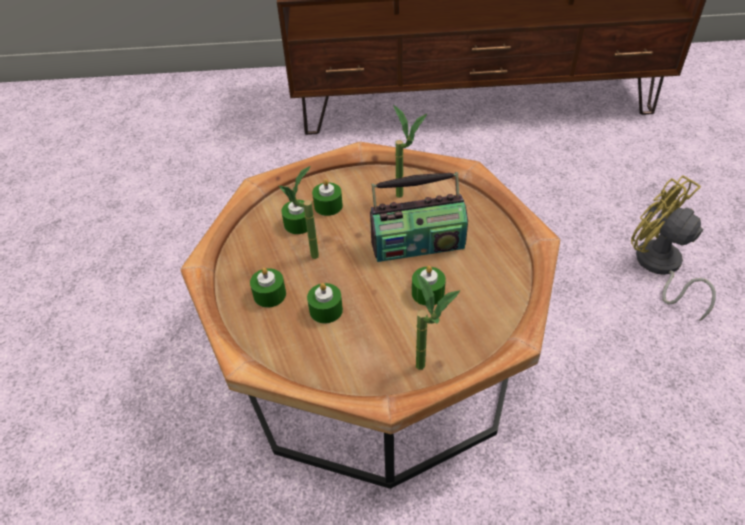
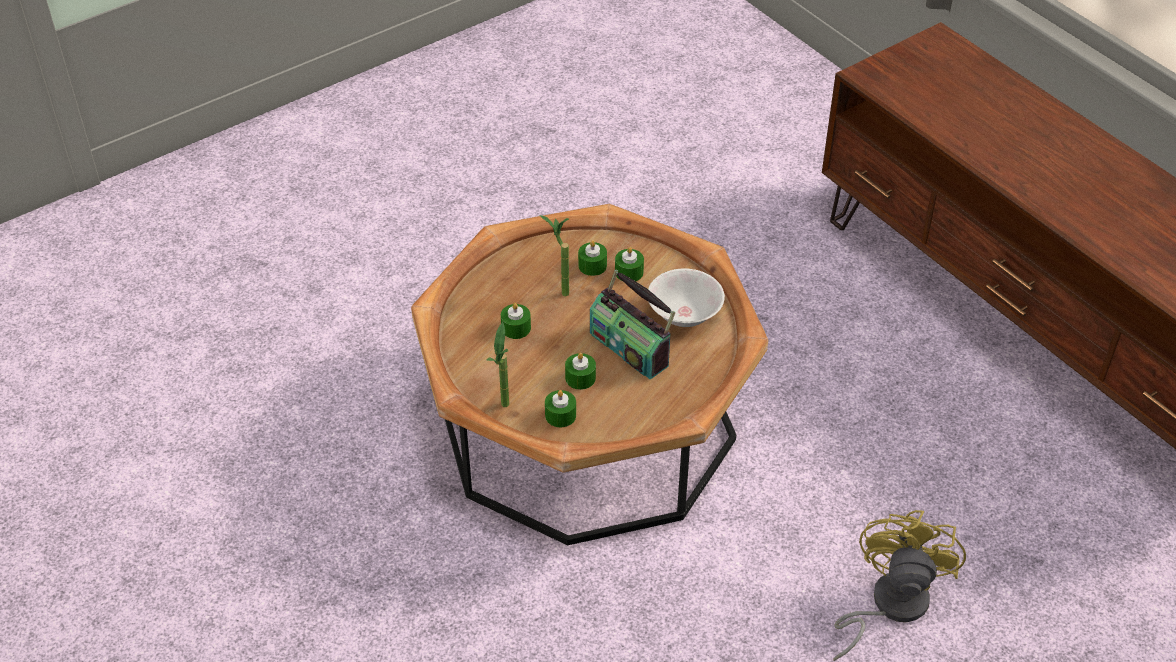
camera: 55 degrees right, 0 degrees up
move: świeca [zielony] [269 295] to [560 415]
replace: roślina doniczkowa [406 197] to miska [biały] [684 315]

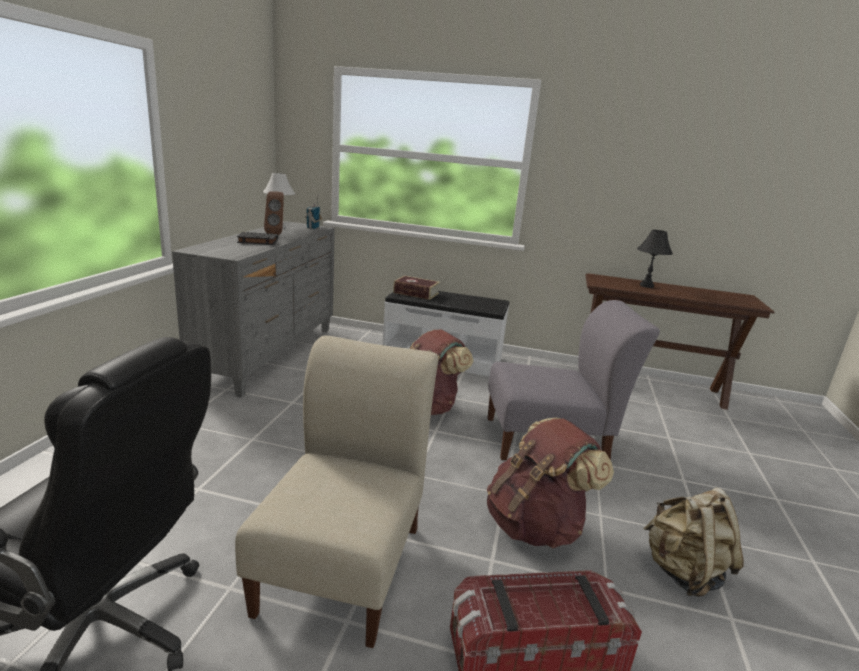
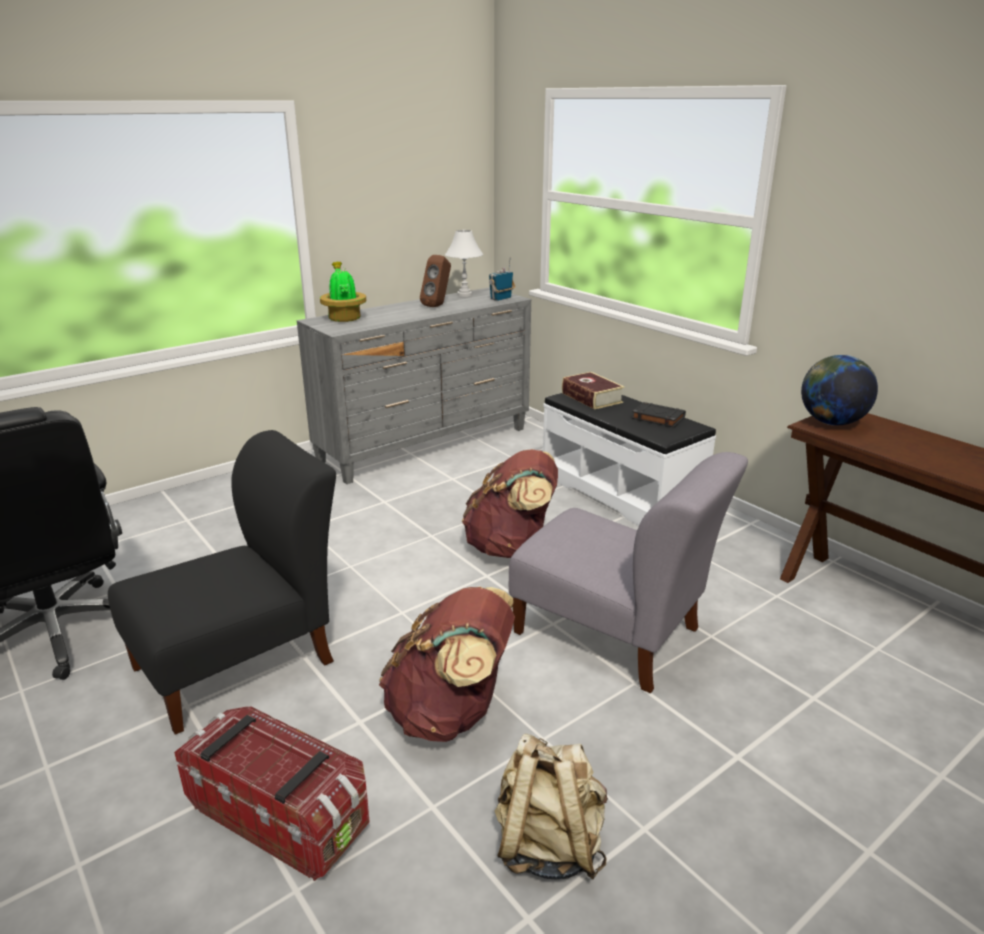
camera: 40 degrees right, 5 degrees up
delete: lampa stołowa [czarny] [646 286]
insert: roślina doniczkowa [344 318]; globus [831 423]
move: książka [czarny] [257 241] to [657 418]
recolor: krzesło [beżowy] [345 562] to krzesło [czarny] [242 661]

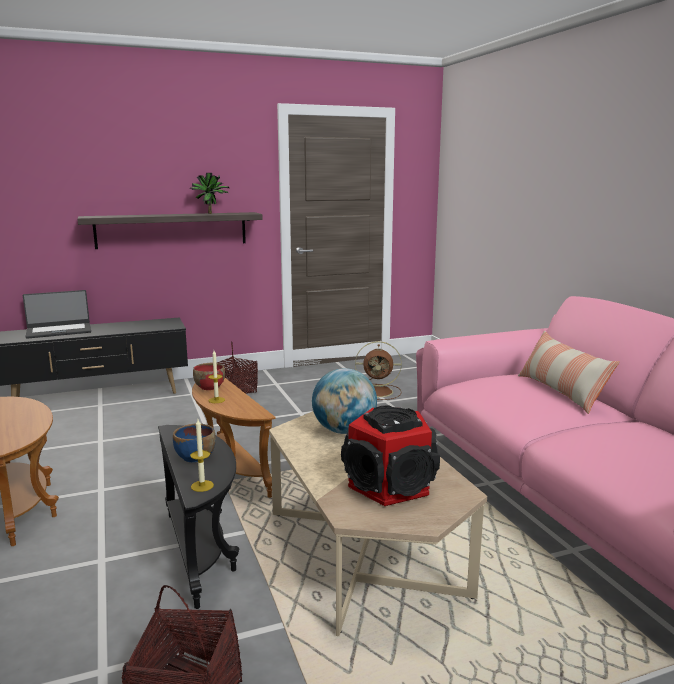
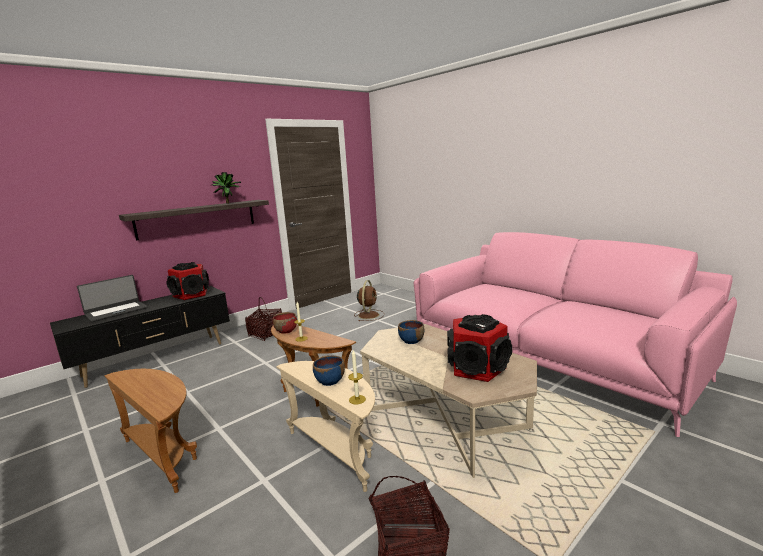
camera: 20 degrees left, 0 degrees up
delete: poduszka [561 392]
insert: głośnik [192 295]
replace: globus [344 431] to miska [niebieski] [411 341]
recolor: stolik [czarny] [202 552] to stolik [beżowy] [336 451]
rotate: wentylator [brązowy] [379 392] = [369 315] 60 degrees counterclockwise

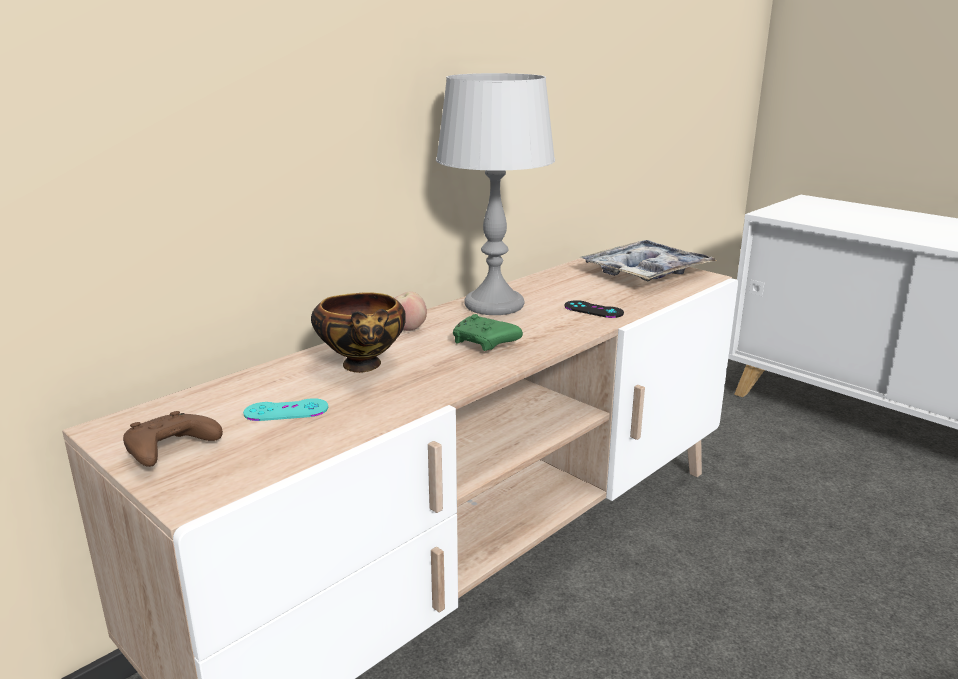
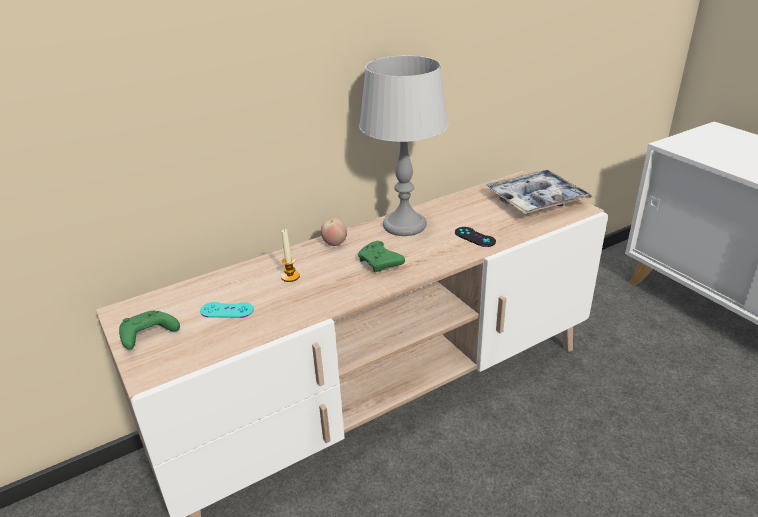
camera: 15 degrees right, 10 degrees up
replace: miska [363 366] to świeca [290 276]
recolor: pad do gier [brązowy] [169 452] to pad do gier [zielony] [147 336]

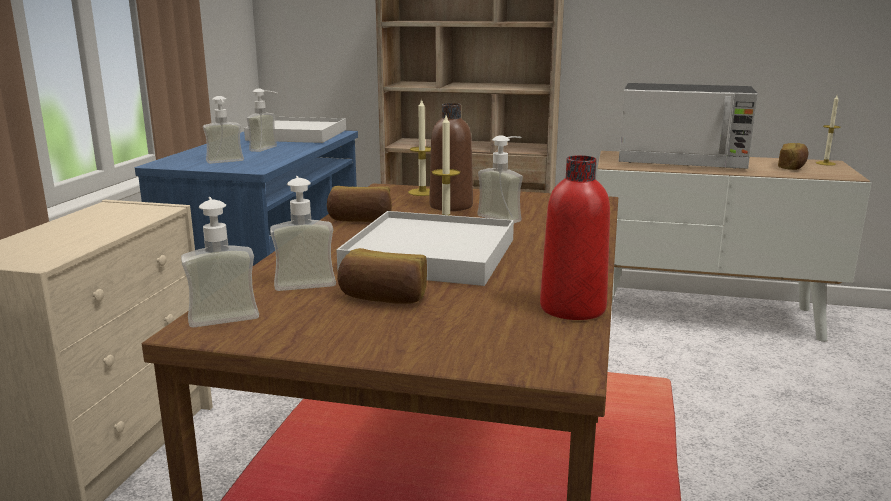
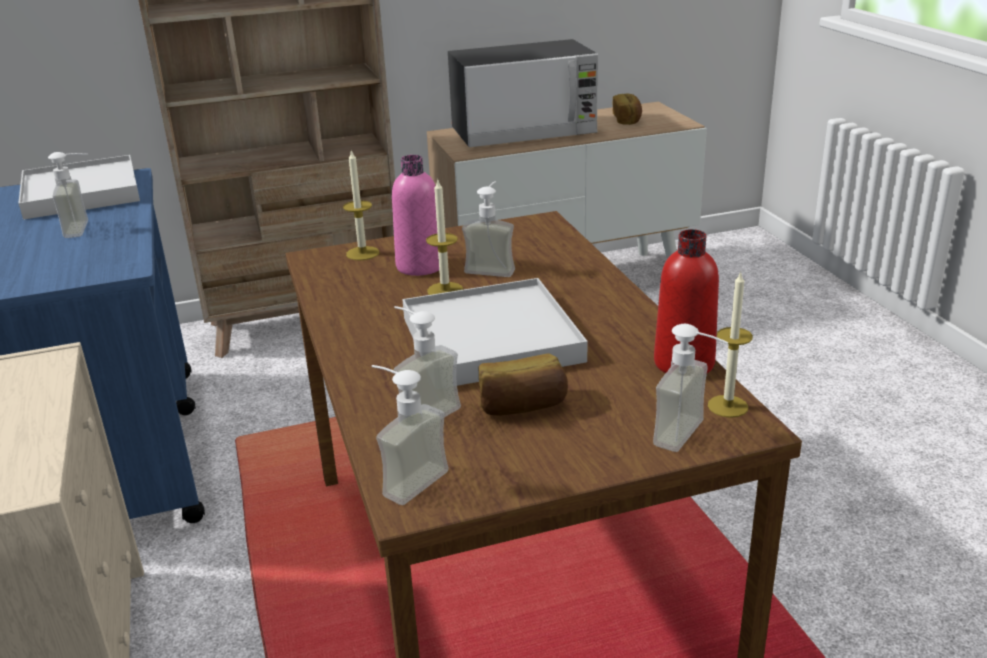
camera: 30 degrees left, 10 degrees up
delete: chleb [360 219]
move: dozownik mydła [226 162] to [691 437]; świeca [825 163] to [727 406]
recolor: butelka [brązowy] [451 206] to butelka [różowy] [420 266]

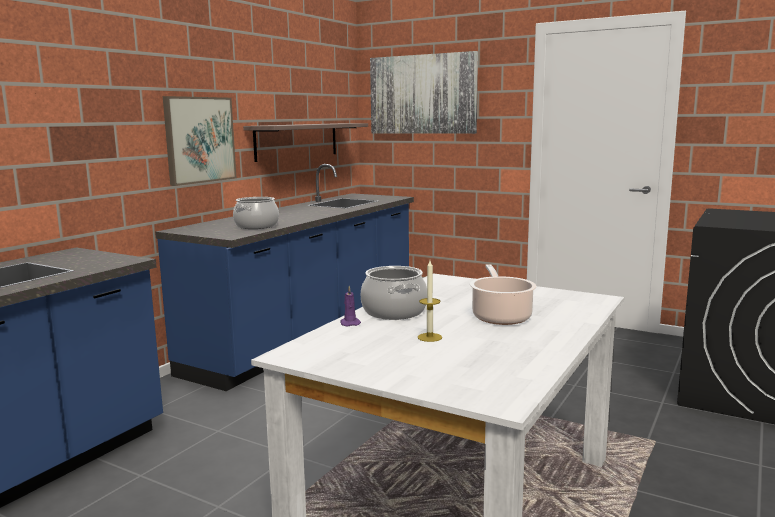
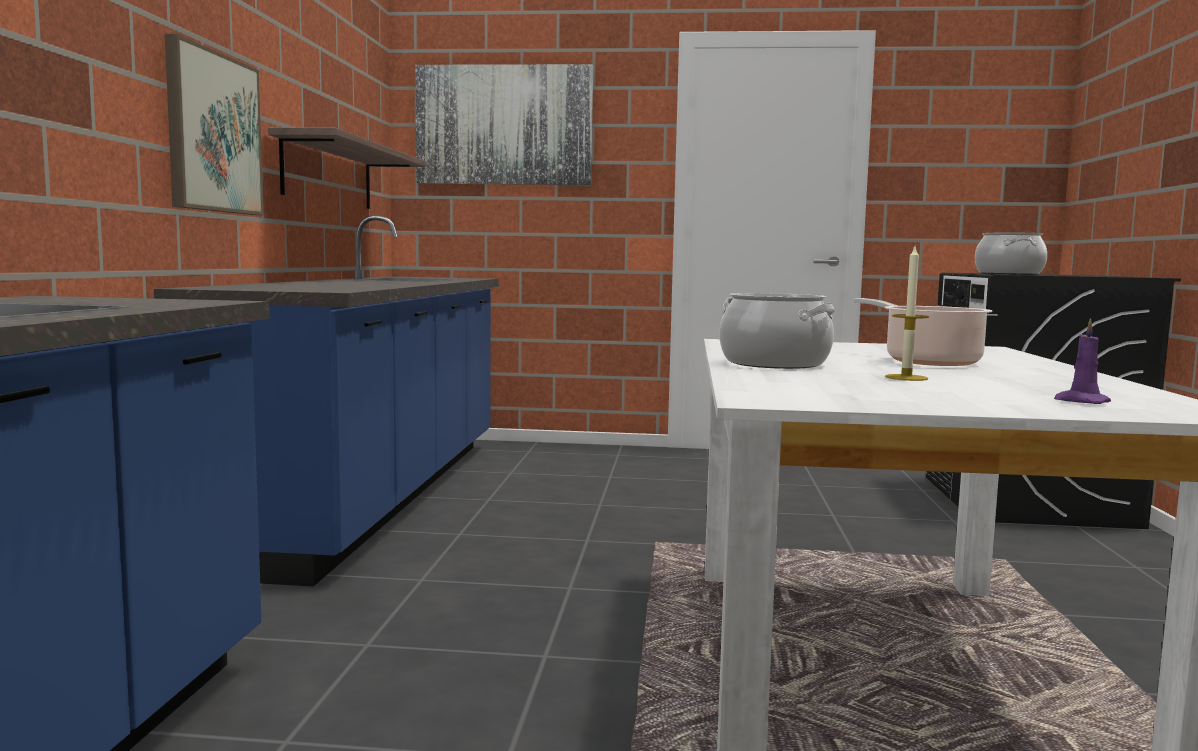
camera: 25 degrees left, 5 degrees down
move: garnek [257 226] to [1009 274]; świeca [fioletowy] [350 323] to [1080 401]

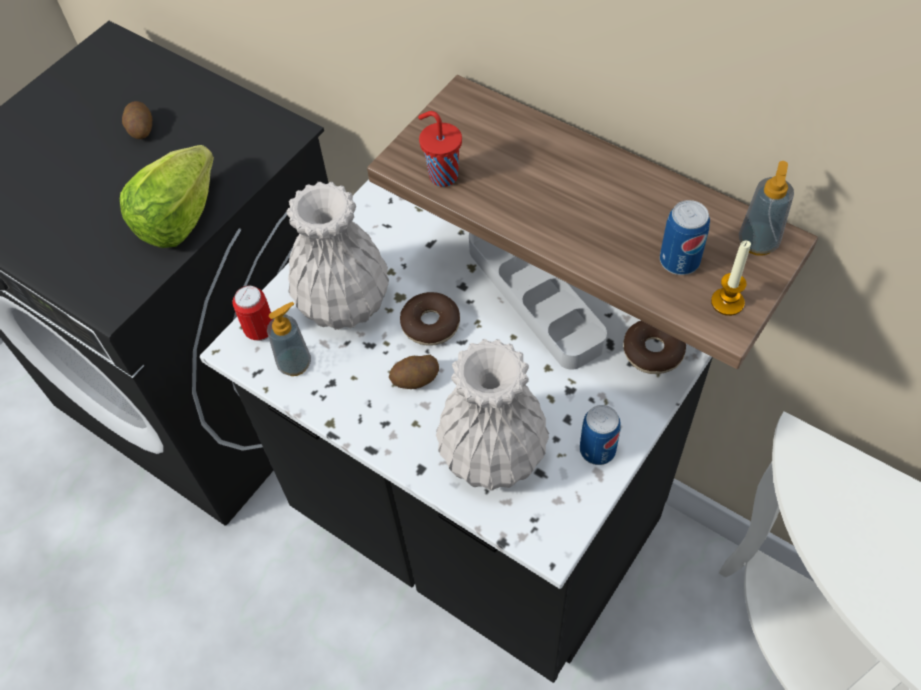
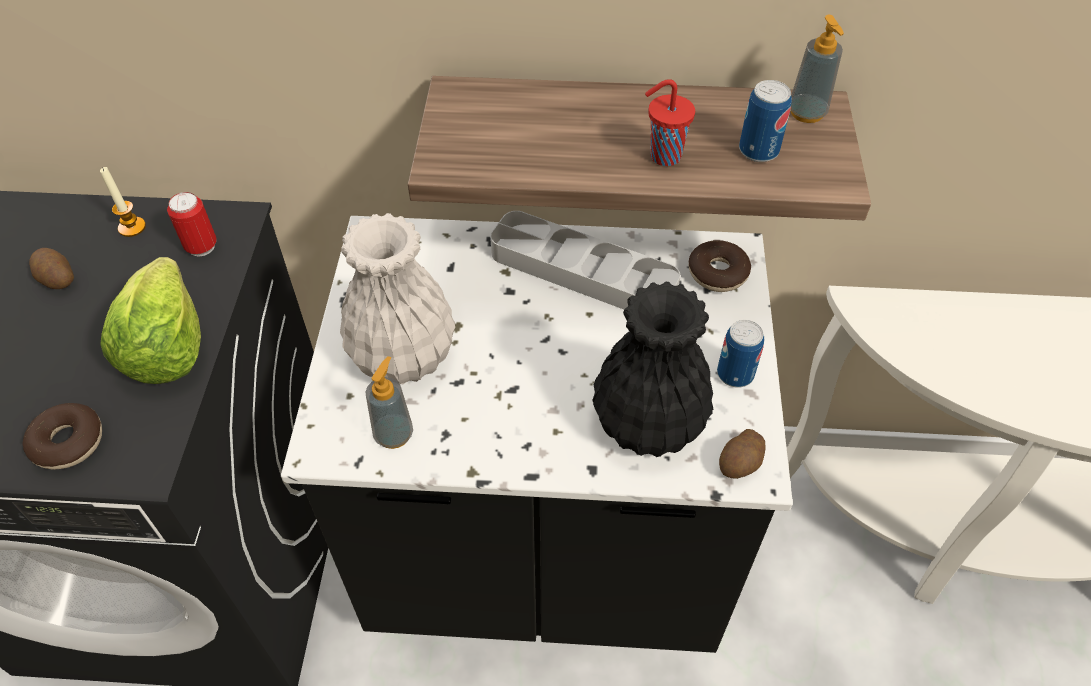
camera: 35 degrees left, 5 degrees down
move: puszka [260 330] to [201 247]; ziemniak [415 380] to [740 463]; donut [430 324] to [68 443]; filiżanka [czerwony] [442 175] to [663 156]; świeca [727 302] to [132 227]
recolor: wazon [biały] [491 455] to wazon [czarny] [648 424]

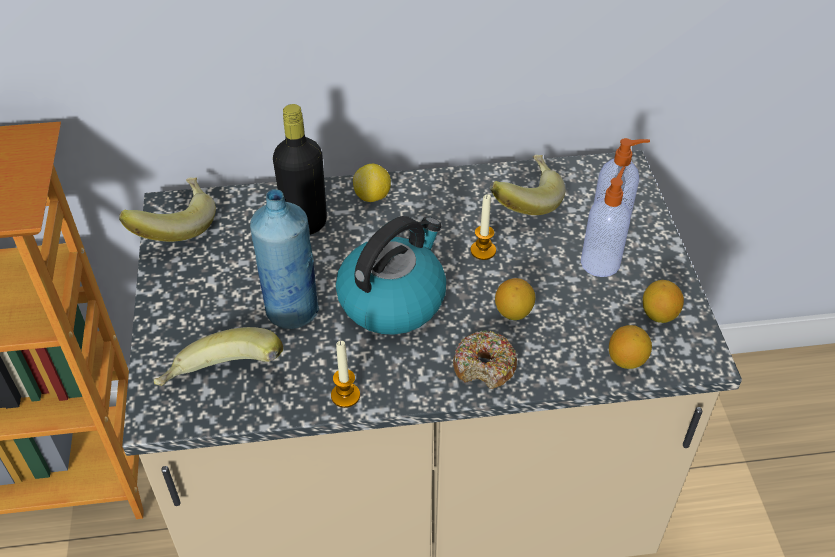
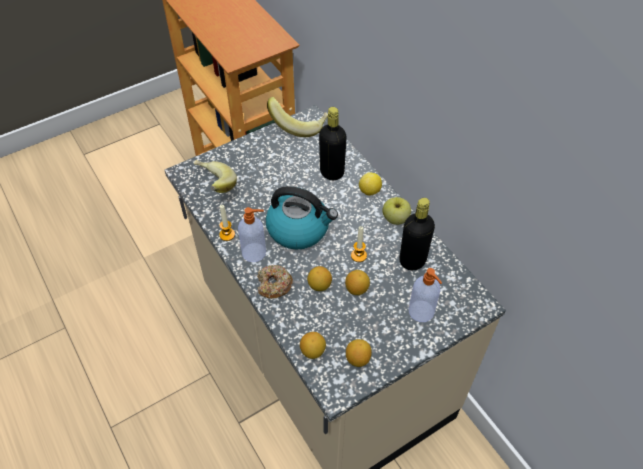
camera: 65 degrees right, 5 degrees up
delete: butelka [niebieski] [292 310]
insert: cytryna [356 289]; jabłko [395 219]
move: dozownik mydła [600 262] to [255 252]
replace: banan [523 200] to butelka [czarny] [412 261]

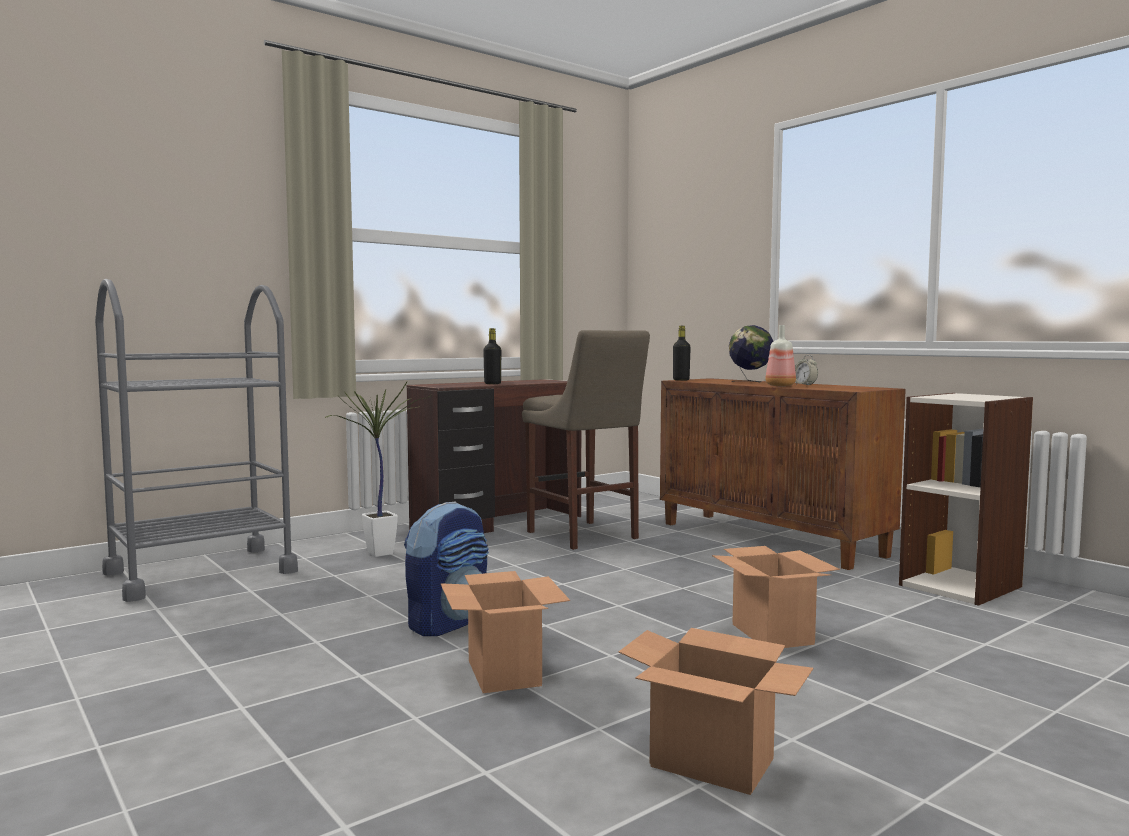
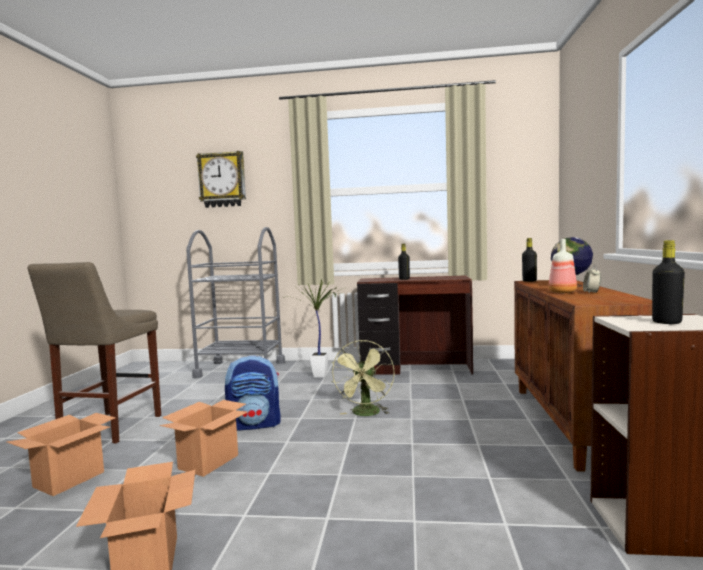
camera: 45 degrees right, 0 degrees up
insert: zegar ścienny [222 180]; wentylator [zielony] [366 414]; butelka [czarny] [666 322]
move: stołek [beżowy] [585 536] to [108 429]; karton [771 634] to [69 479]

